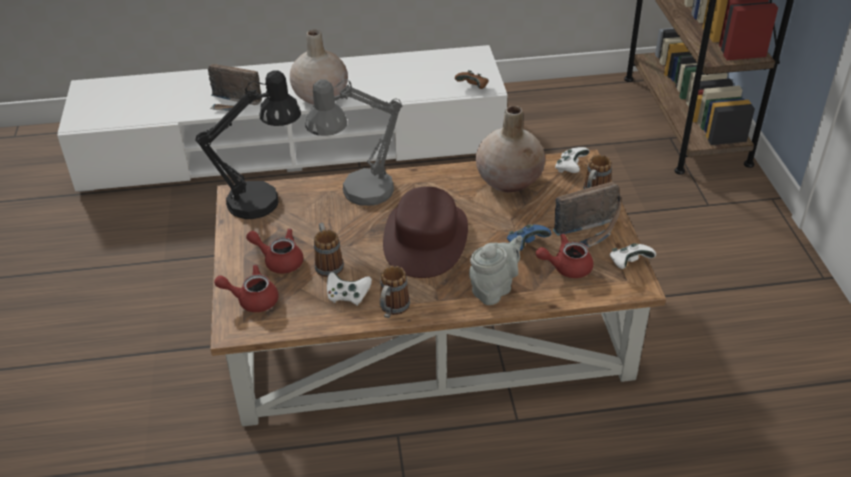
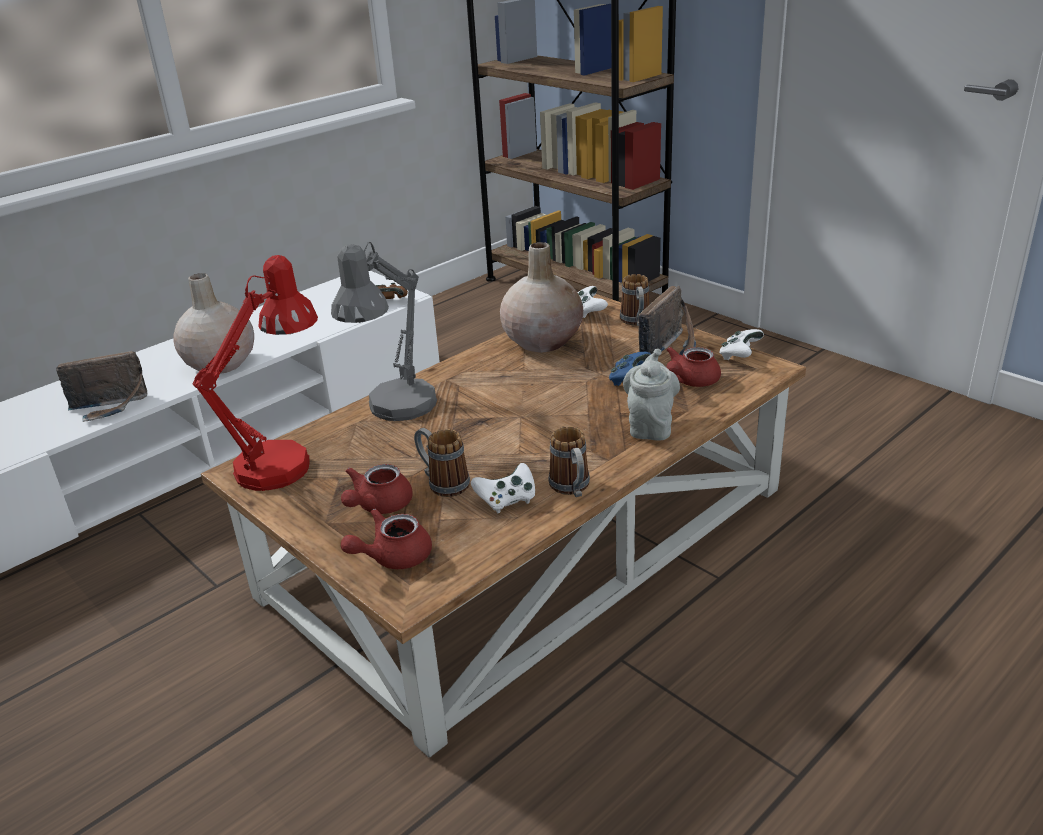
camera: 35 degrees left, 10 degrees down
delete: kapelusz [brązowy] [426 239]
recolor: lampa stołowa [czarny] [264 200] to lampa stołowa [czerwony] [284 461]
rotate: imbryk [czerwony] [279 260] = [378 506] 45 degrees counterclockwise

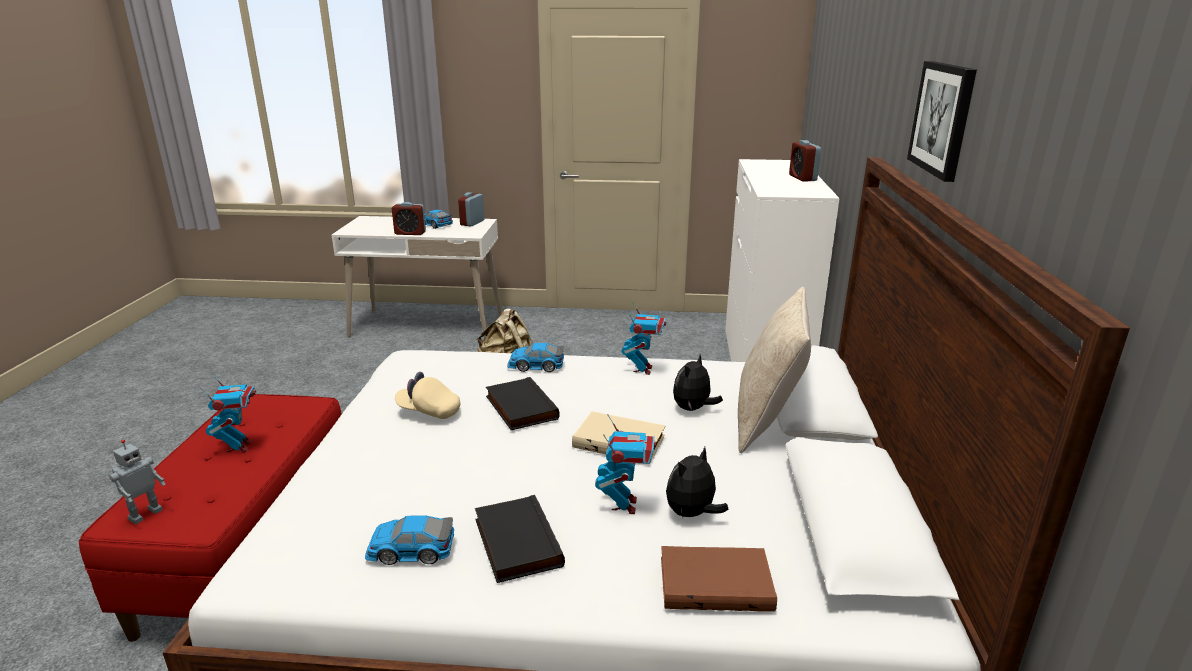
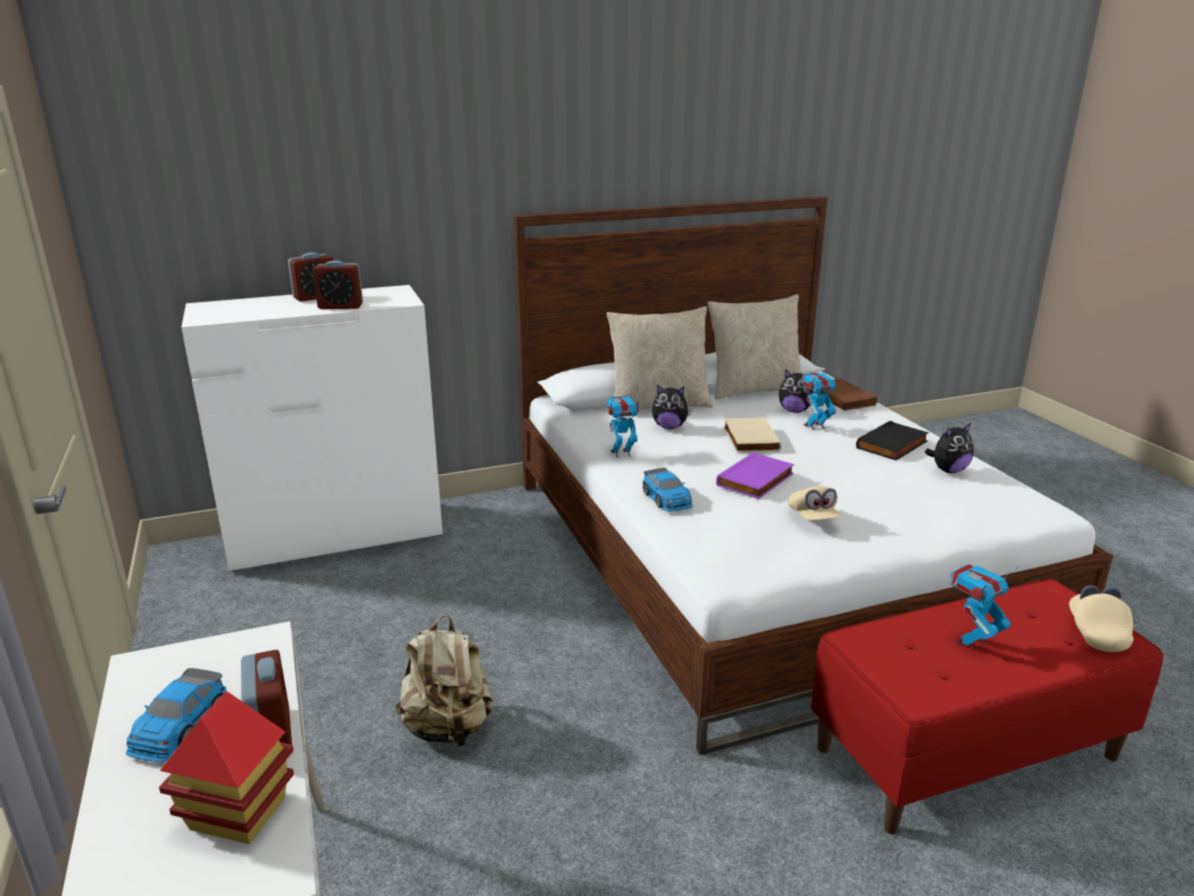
camera: 115 degrees left, 0 degrees up
delete: obraz [943 118]
insert: domek [237 814]; poduszka [beżowy] [753 389]
move: budzik [472 223] to [340 306]
replace: robot zabawkowy [145 514] to czapka z daszkiem [beżowy] [1096 632]; samochodzik [411 550] to pluszak [948 470]
recolor: książka [czarny] [519 408] to książka [fioletowy] [756 480]

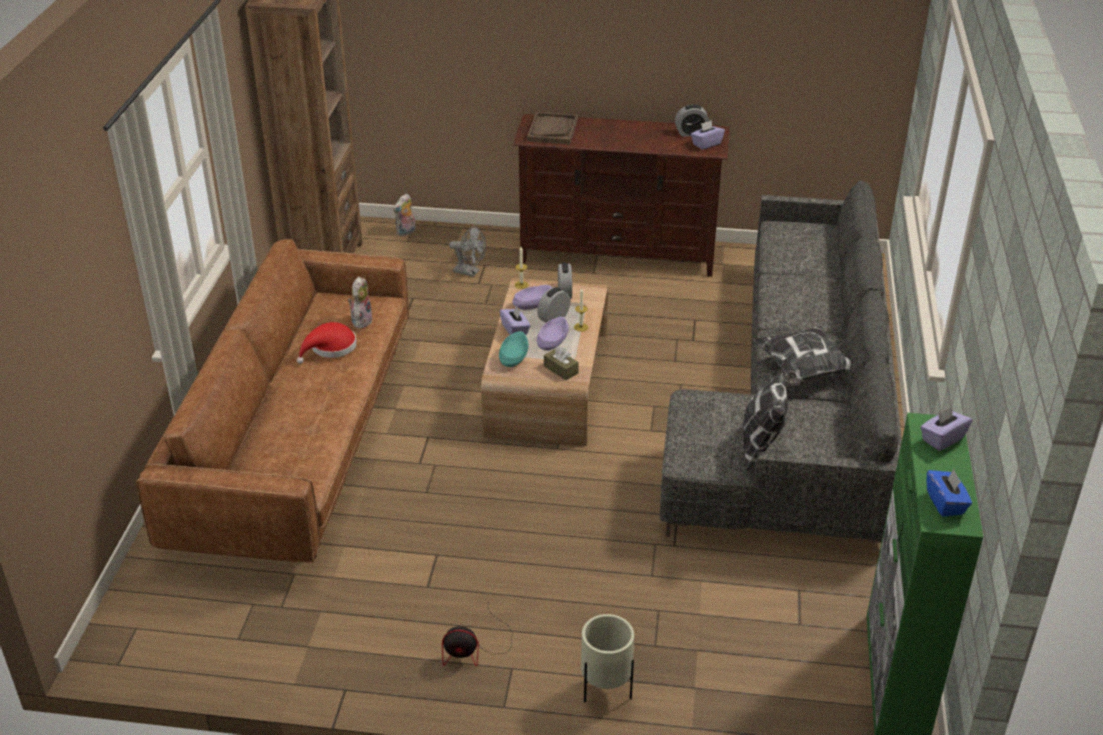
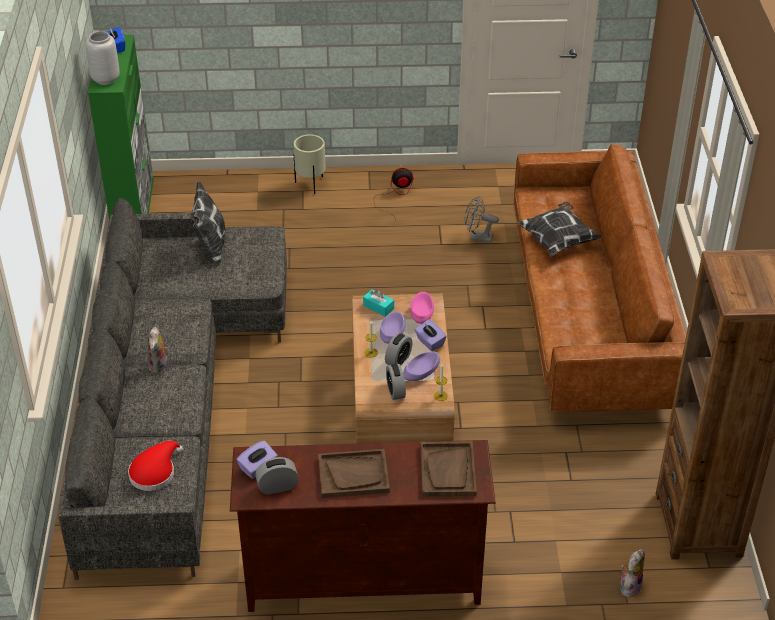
camera: 170 degrees right, 5 degrees up
insert: taca [brązowy] [353 475]
move: kapelusz [czerwony] [330 348] to [154 472]; pluszak [361 320] to [159 366]; wentylator [szary] [470 272] to [477 237]; poduszka [802 370] to [557 240]
replace: pudełko chusteczek [fioletowy] [942 439] to wazon [szary] [105 78]
recolor: miska [turkusowy] [513 357] to miska [różowy] [422 314]; pudełko chusteczek [brązowy] [561 370] to pudełko chusteczek [turkusowy] [378 307]

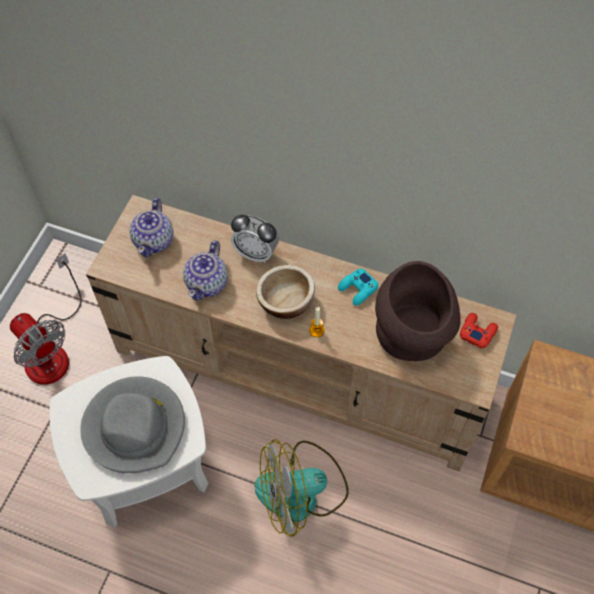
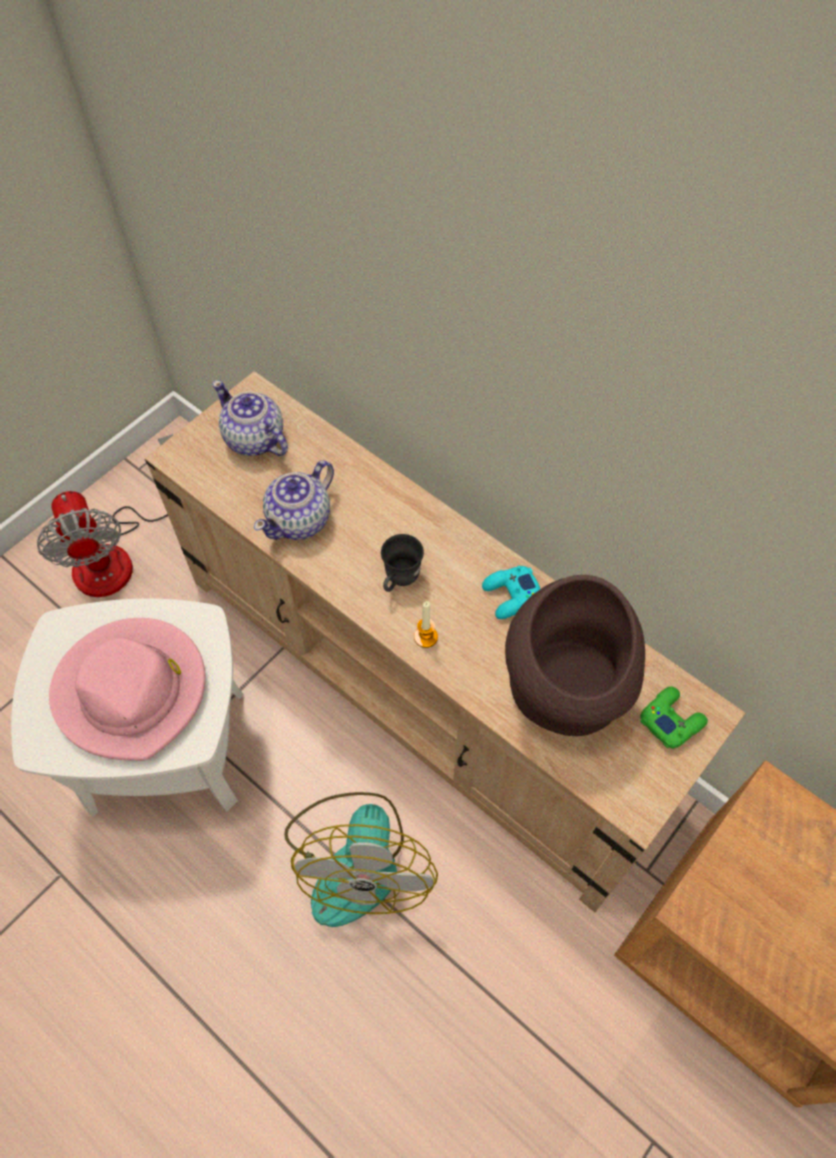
camera: 20 degrees right, 0 degrees up
delete: budzik [256 253]
replace: miska [286 301] to kubek [szary] [399 580]
recolor: kapelusz [szary] [135 426] to kapelusz [różowy] [133 690]; pad do gier [czerwony] [477 332] to pad do gier [zielony] [671 719]
rotate: imbryk [154 240] = [254 440] 105 degrees clockwise; wentylator [301 492] = [357 859] 90 degrees counterclockwise

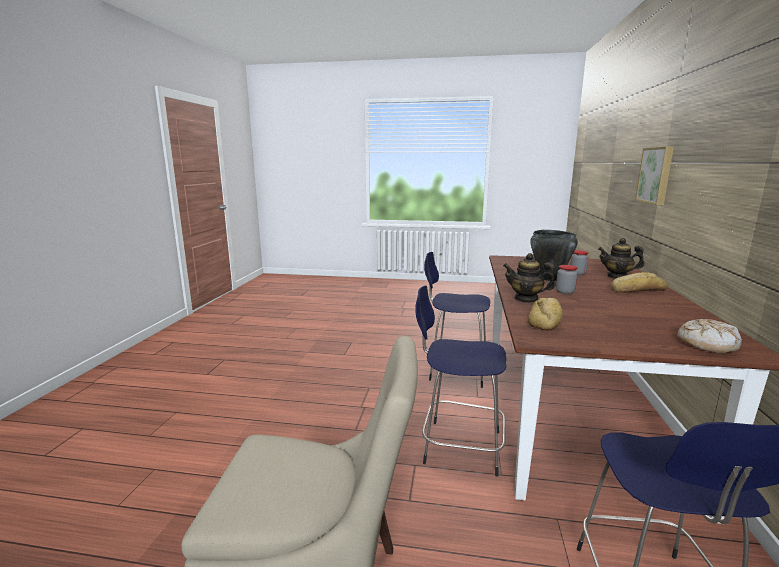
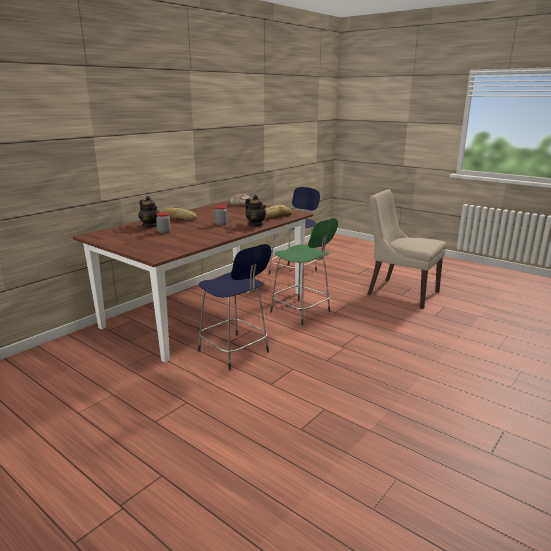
camera: 150 degrees left, 5 degrees up
delete: garnek [czarny] [549 278]; obraz [656 175]
recolor: stołek [niebieski] [459 446] to stołek [zielony] [302 312]

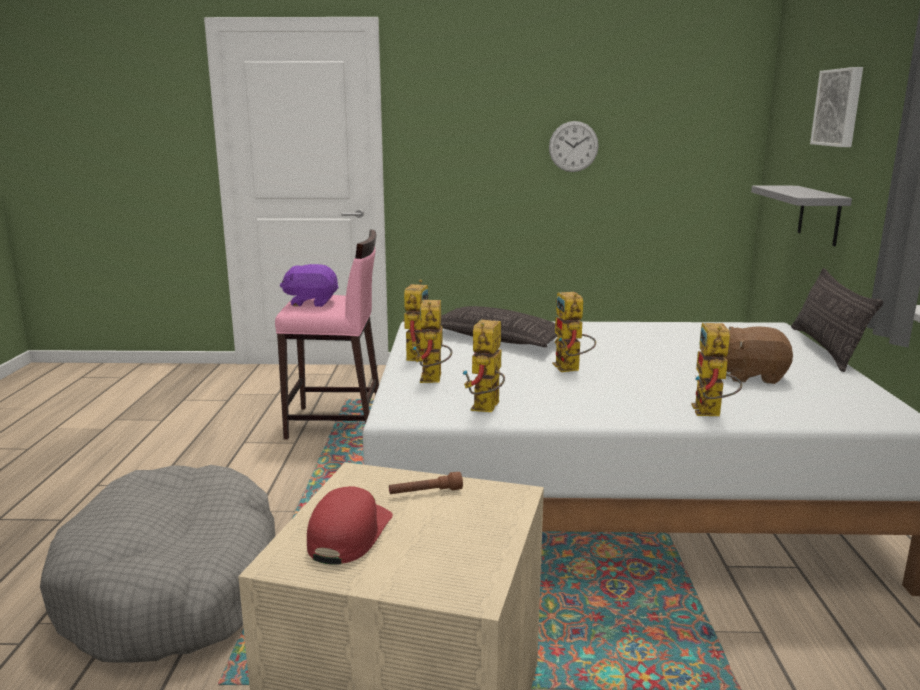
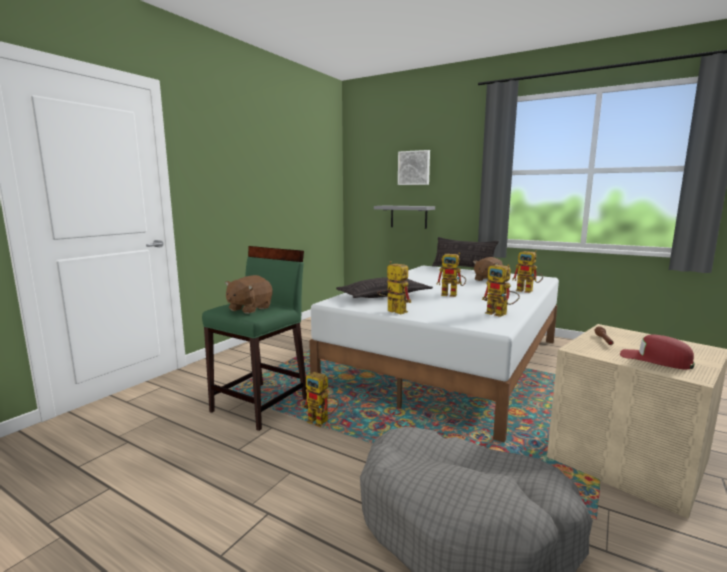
camera: 60 degrees left, 5 degrees down
delete: zegar ścienny [573 146]
move: robot zabawkowy [433 380] to [322 422]
recolor: stołek [różowy] [336 423] to stołek [zielony] [261 405]; pluszak [fioletowy] [311 302] to pluszak [brązowy] [249 309]

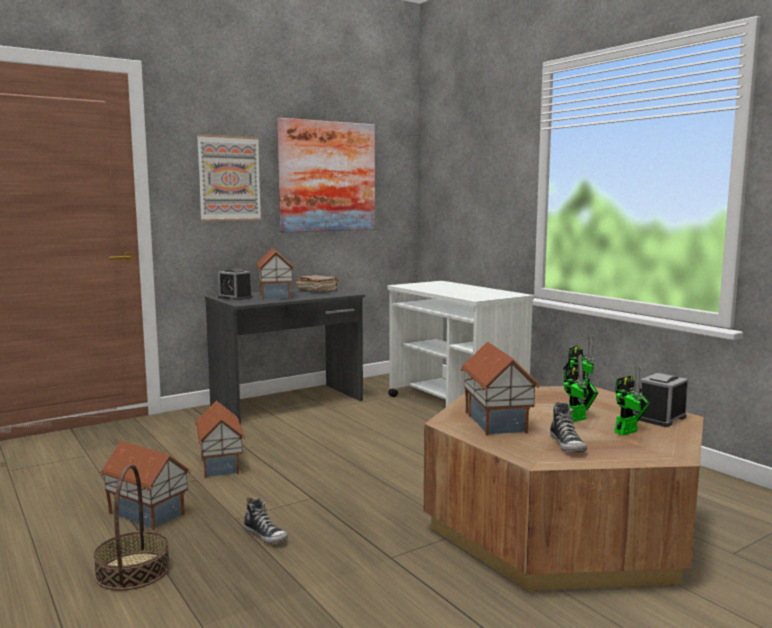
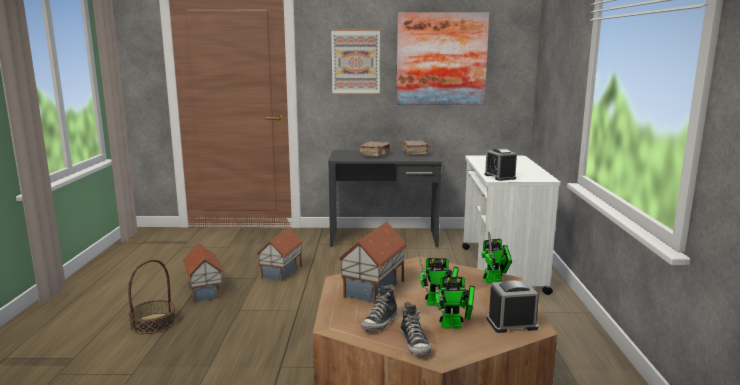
camera: 35 degrees right, 5 degrees up
move: budzik [235 298] to [500 177]; but [266 535] to [415 344]
replace: domek [276 296] to książka [brązowy] [375 155]

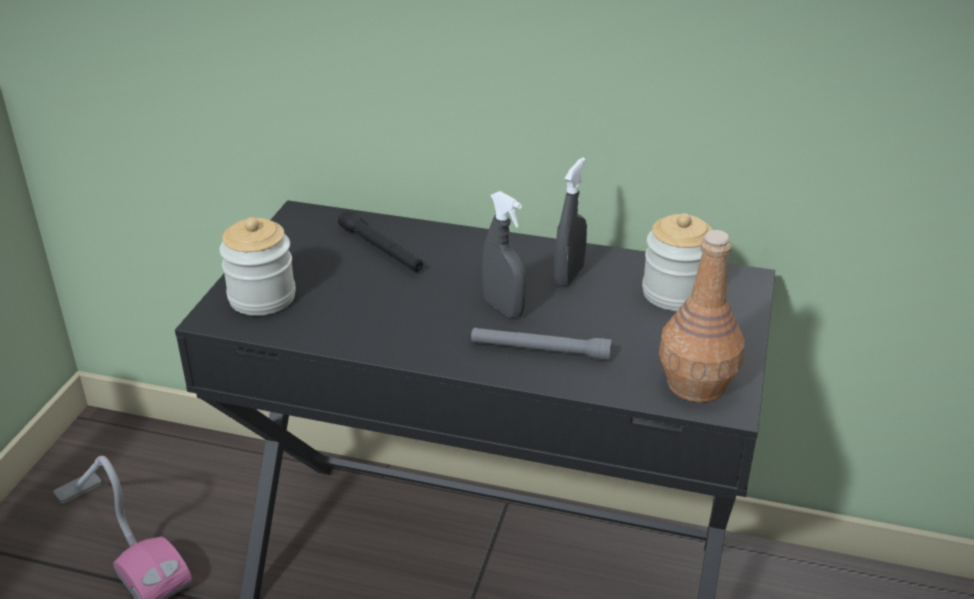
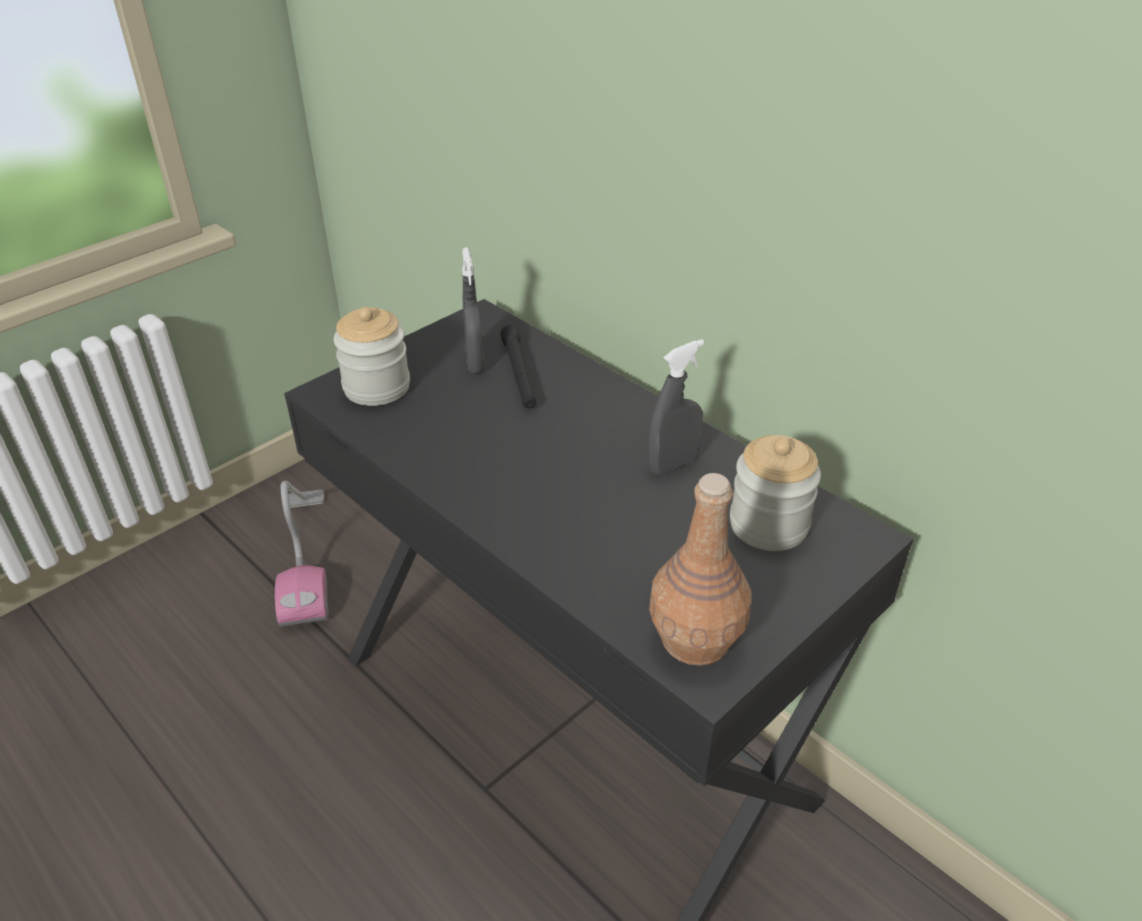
camera: 30 degrees right, 5 degrees up
delete: latarka [szary] [540 350]
move: spryskiwacz [szary] [503 308] to [475 362]

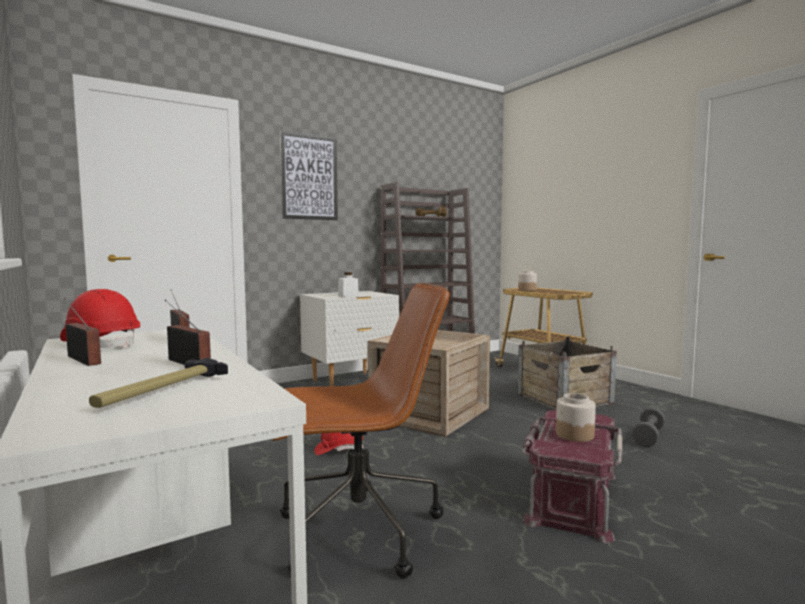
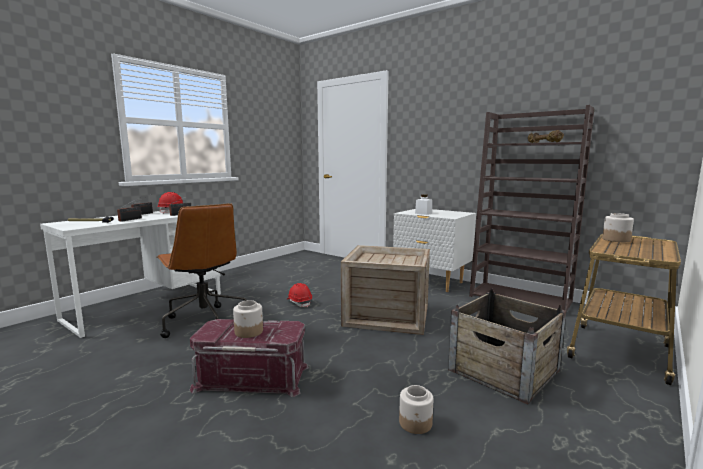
camera: 70 degrees right, 5 degrees up
delete: obraz [309 177]
replace: hantel [szary] [648 437] to słoik [415 423]

